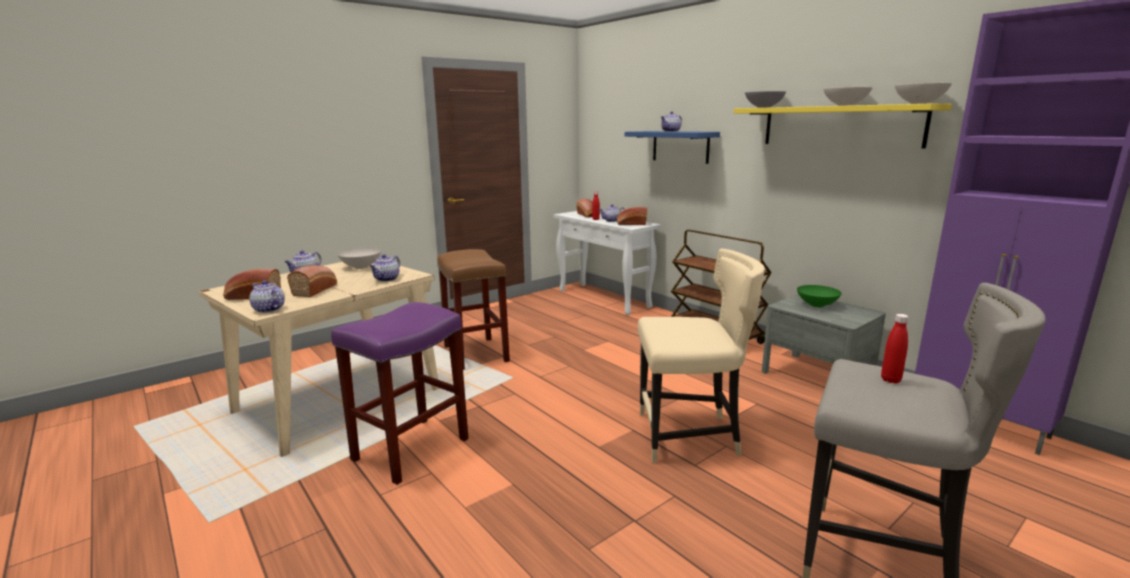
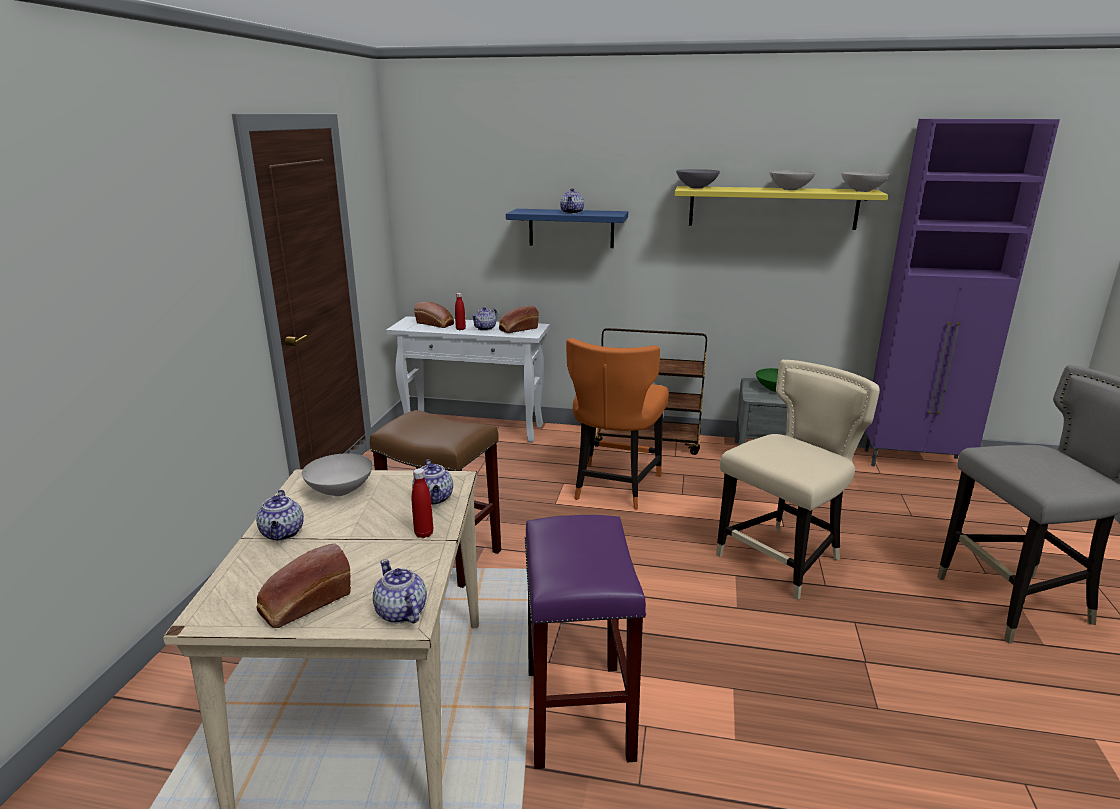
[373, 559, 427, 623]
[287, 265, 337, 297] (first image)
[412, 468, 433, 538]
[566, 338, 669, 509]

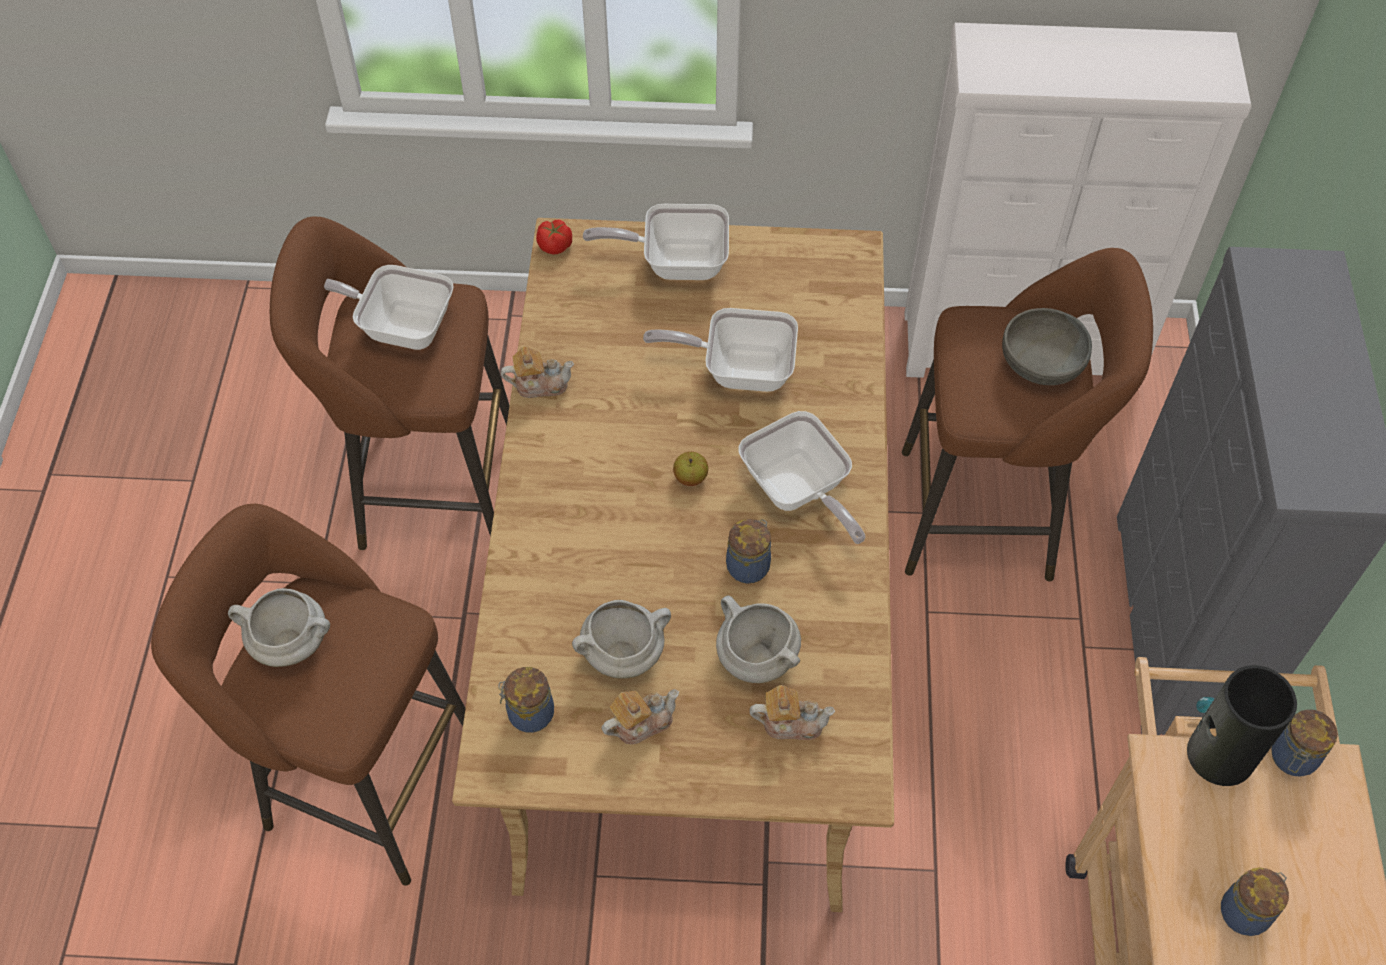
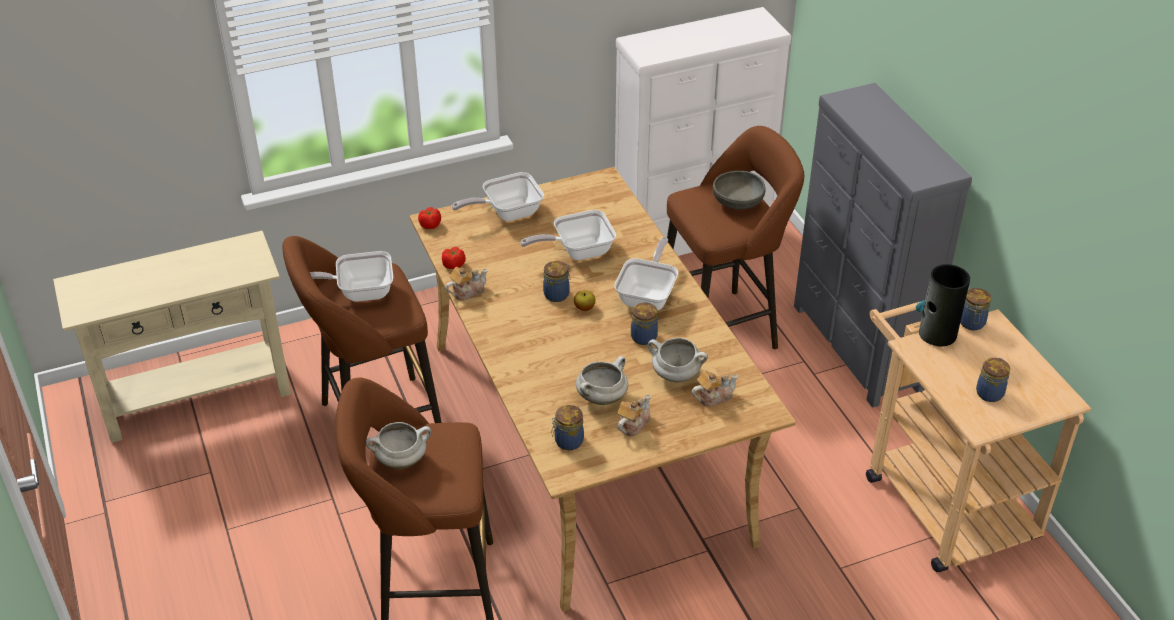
[614, 238, 678, 311]
[53, 231, 291, 443]
[442, 247, 465, 269]
[543, 261, 570, 302]

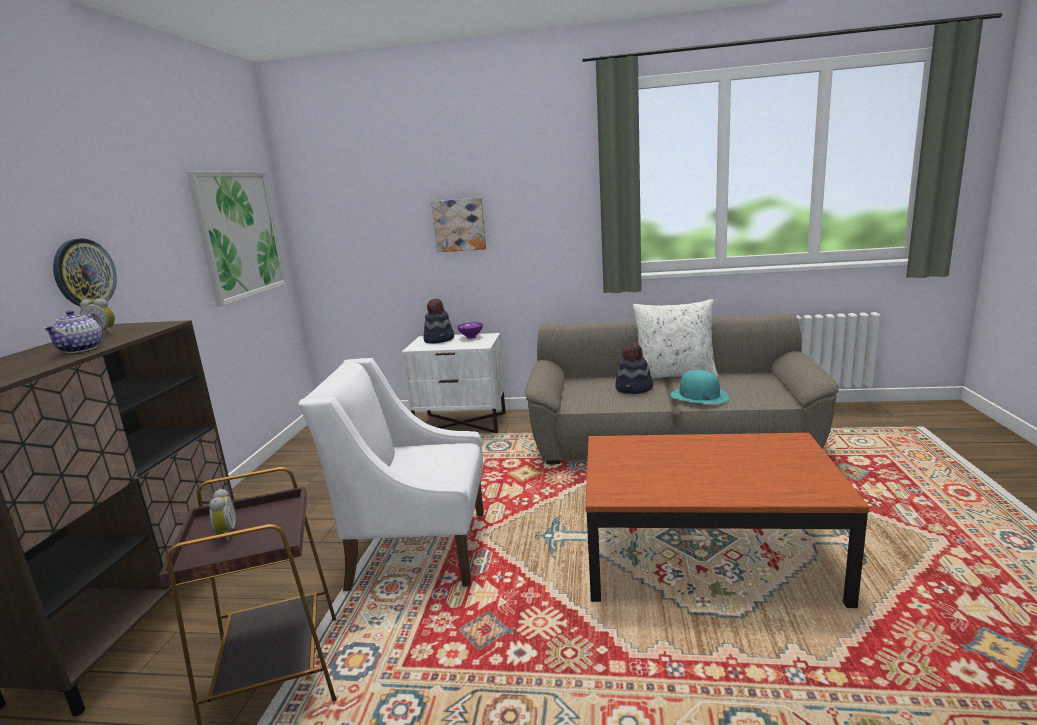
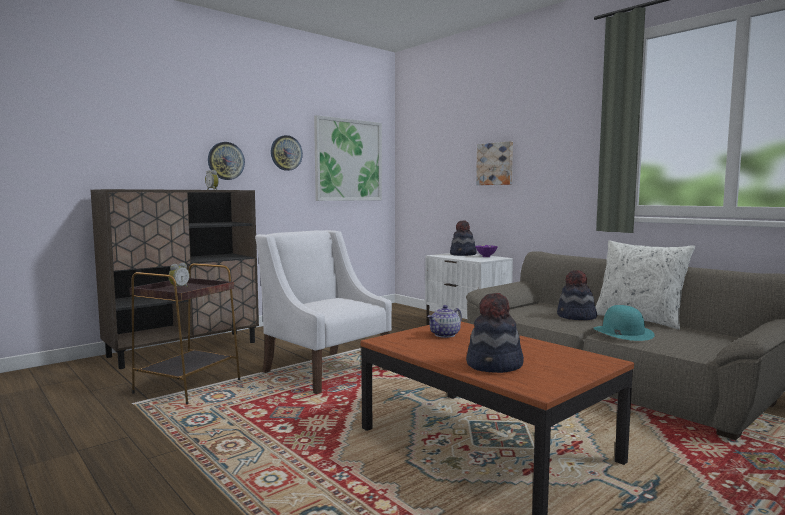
[427, 305, 462, 338]
[271, 135, 303, 171]
[466, 293, 524, 373]

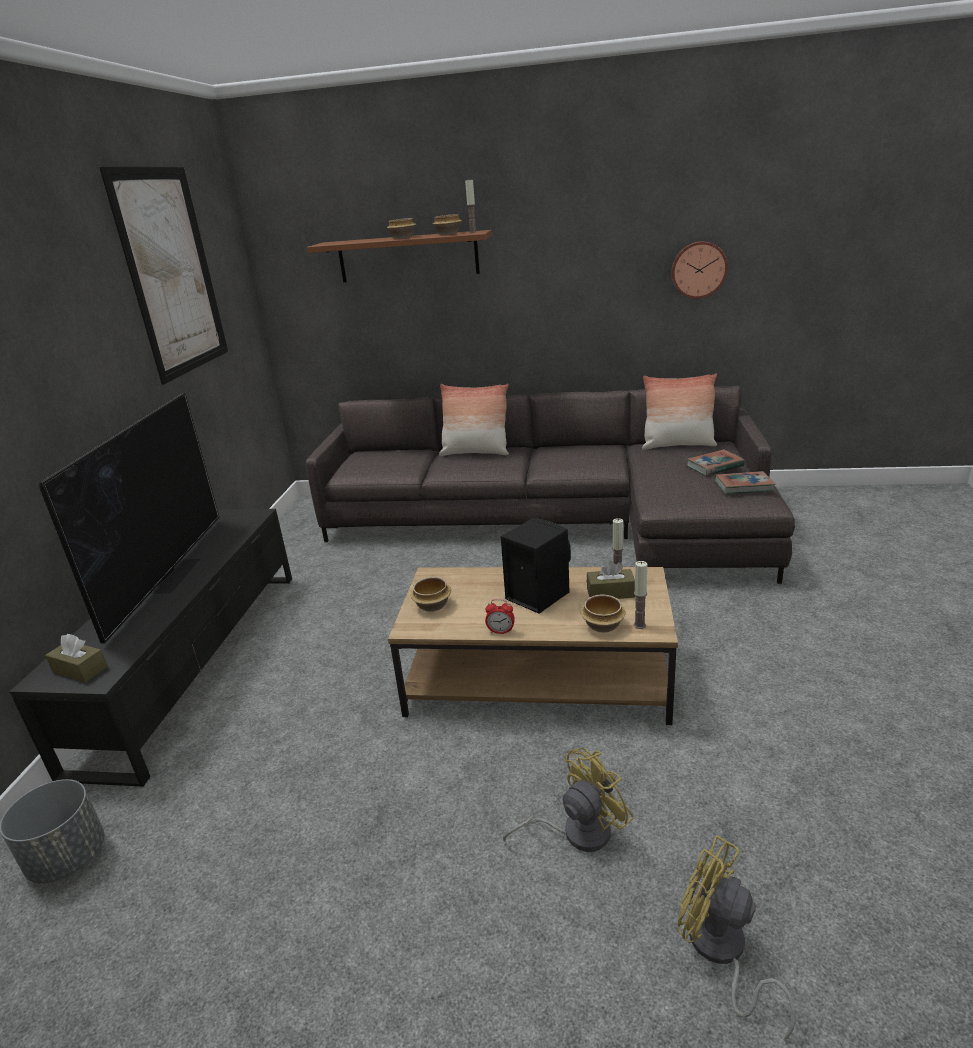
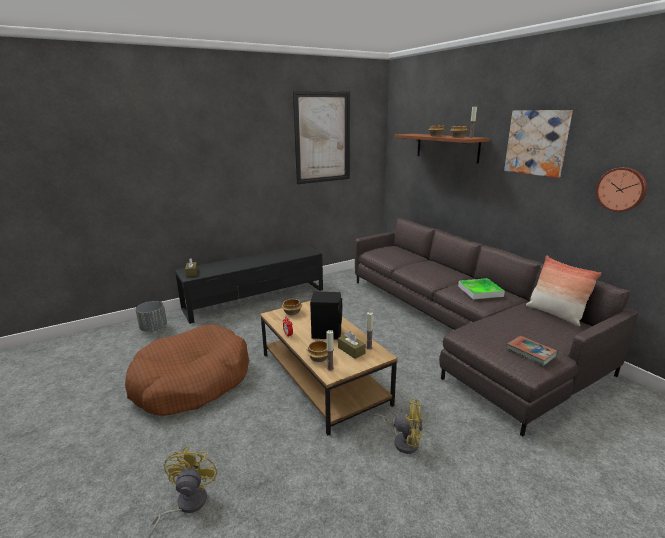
[39, 393, 219, 643] (first image)
[439, 384, 509, 456] (first image)
[372, 399, 423, 454]
[686, 449, 745, 476] (first image)
[125, 325, 249, 416]
[458, 278, 505, 300]
[504, 110, 573, 178]

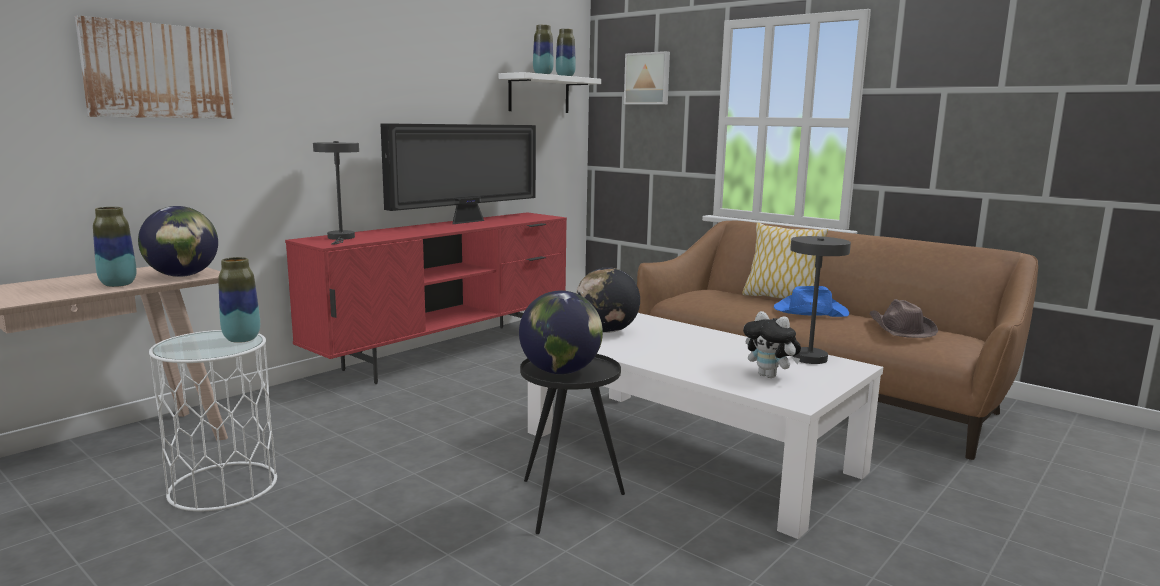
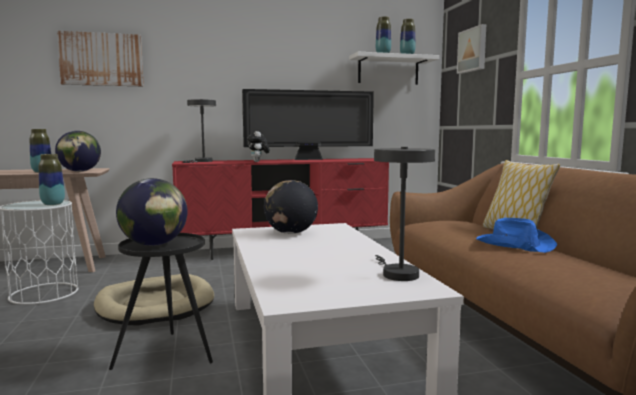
[247, 131, 270, 162]
[869, 299, 938, 338] (first image)
[94, 274, 214, 326]

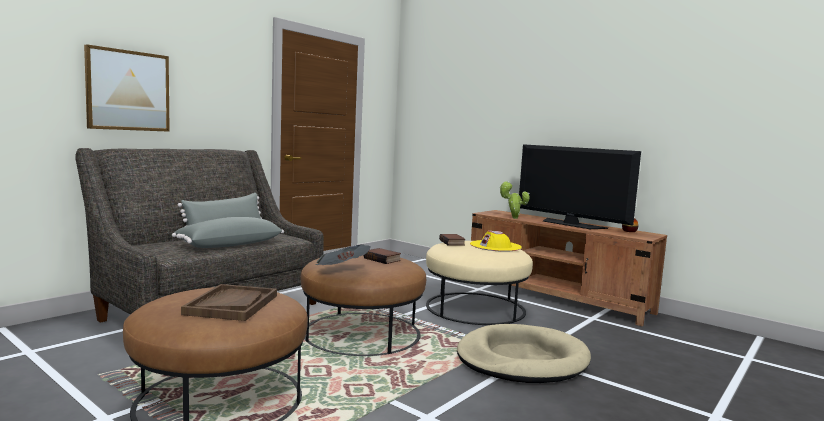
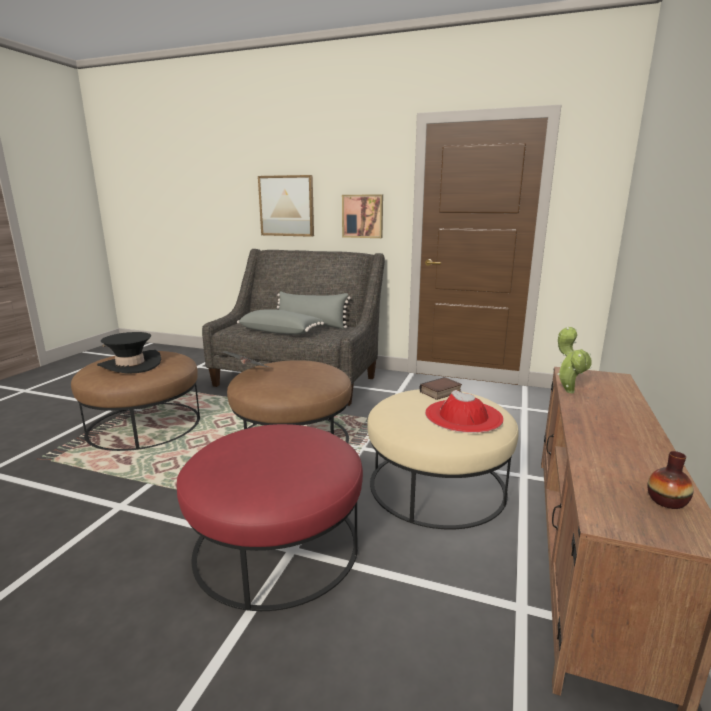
[97, 332, 161, 374]
[364, 248, 401, 264] (first image)
[177, 424, 363, 611]
[425, 390, 504, 433]
[519, 144, 641, 229] (first image)
[342, 195, 383, 238]

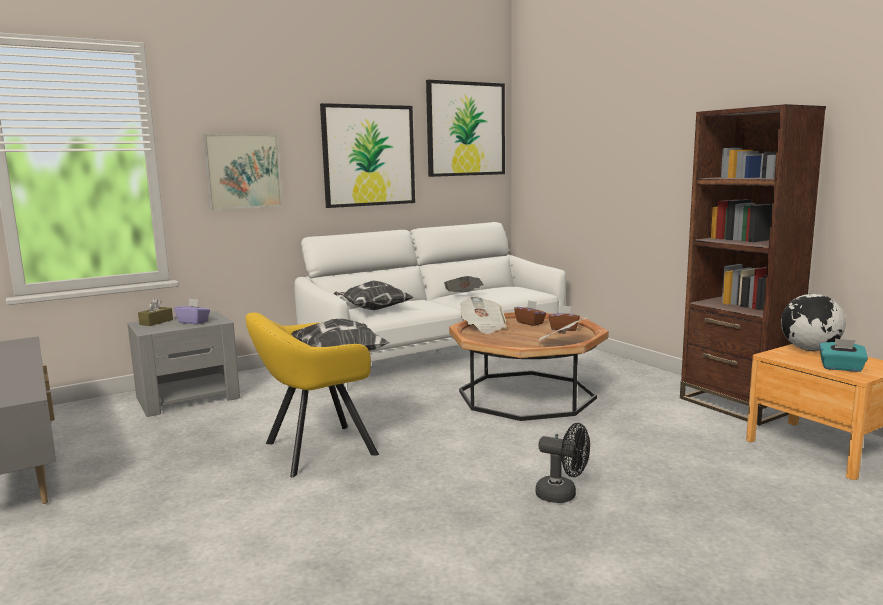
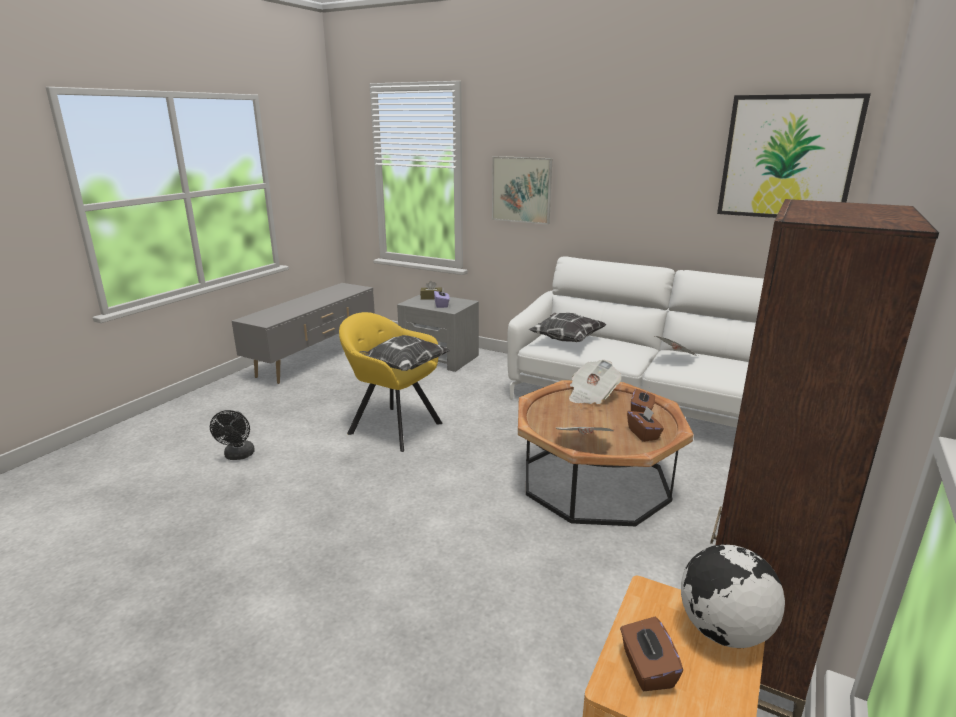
[320, 103, 415, 208] (first image)
[210, 410, 255, 460]
[620, 617, 683, 691]

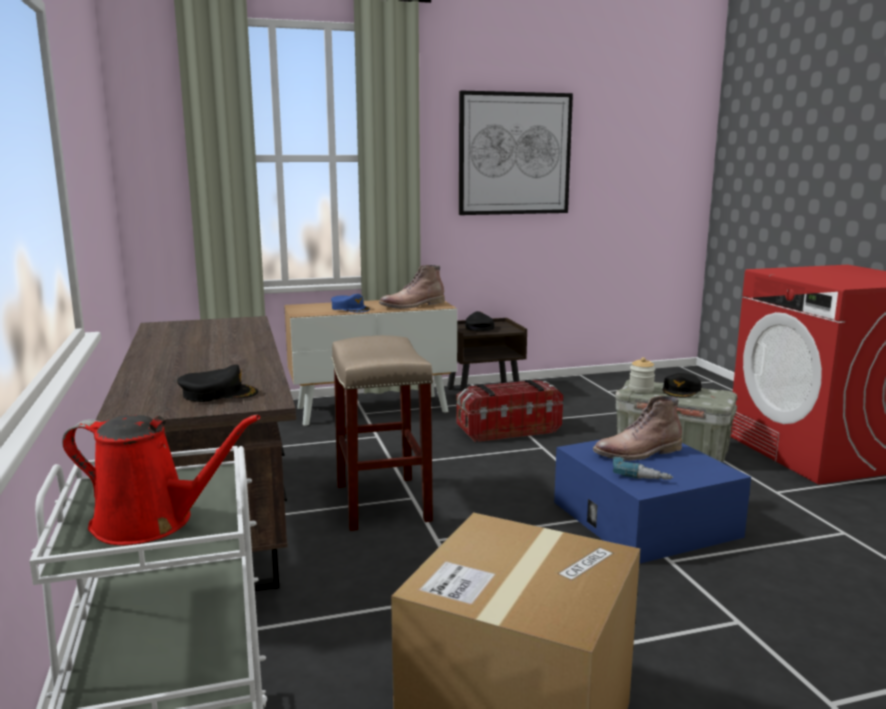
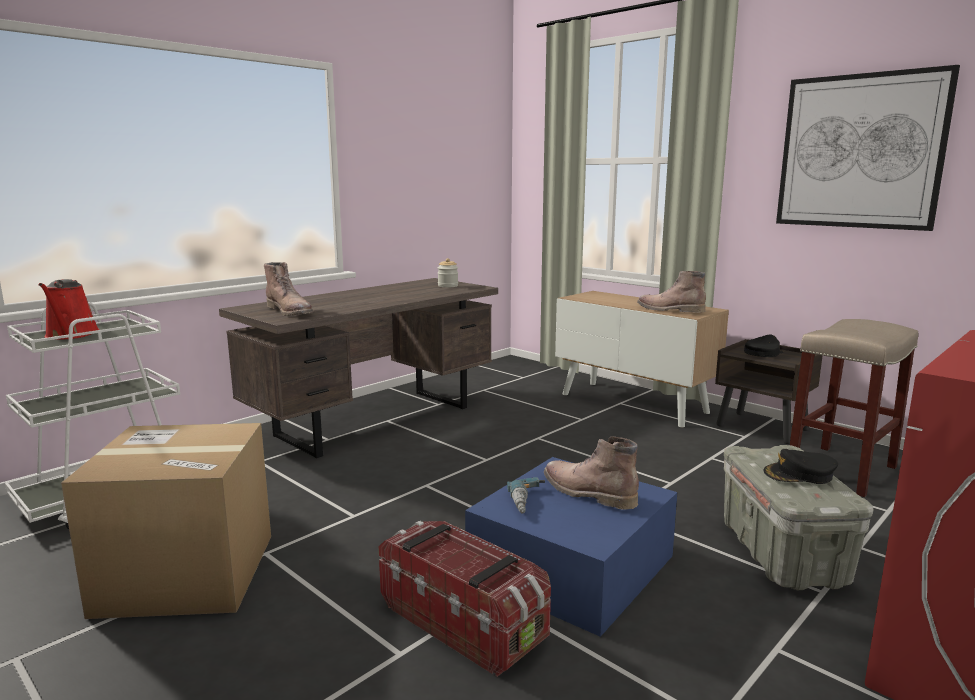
[264, 262, 314, 316]
[331, 294, 370, 313] (first image)
[790, 319, 918, 497]
[378, 521, 551, 677]
[438, 258, 458, 288]

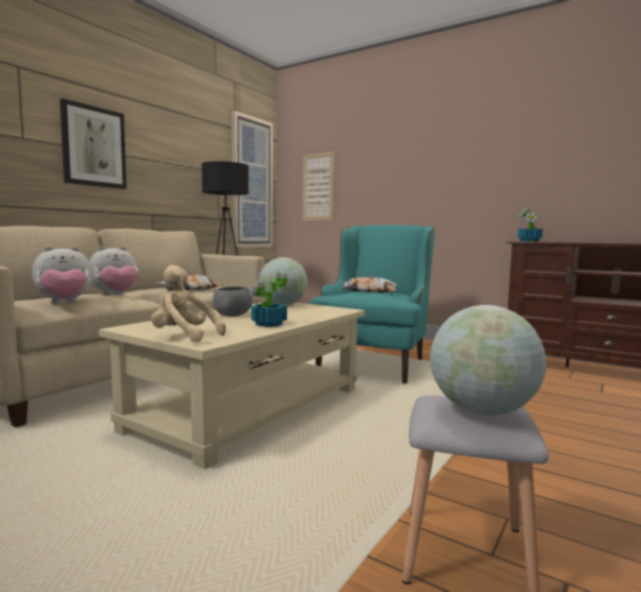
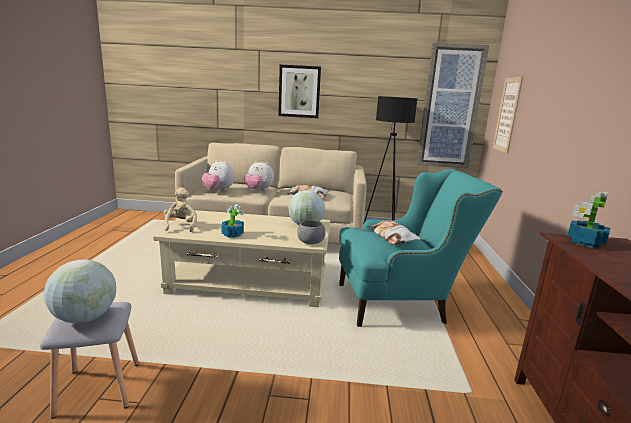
[297, 220, 325, 244]

